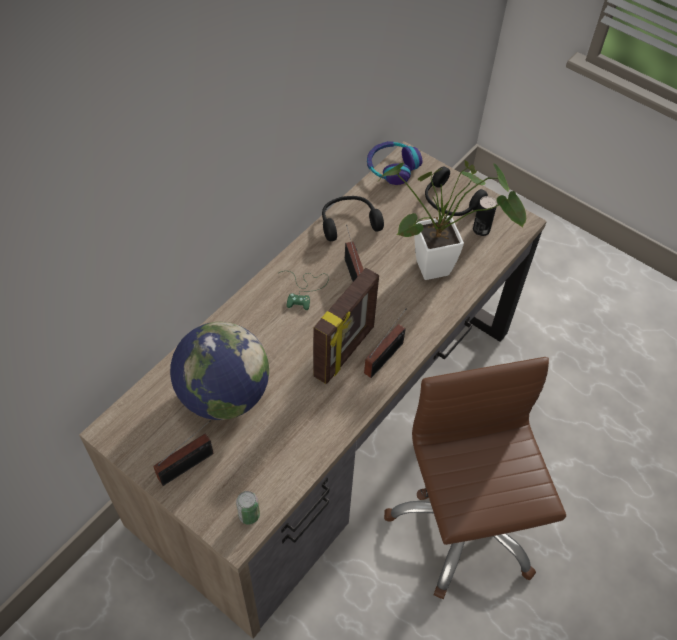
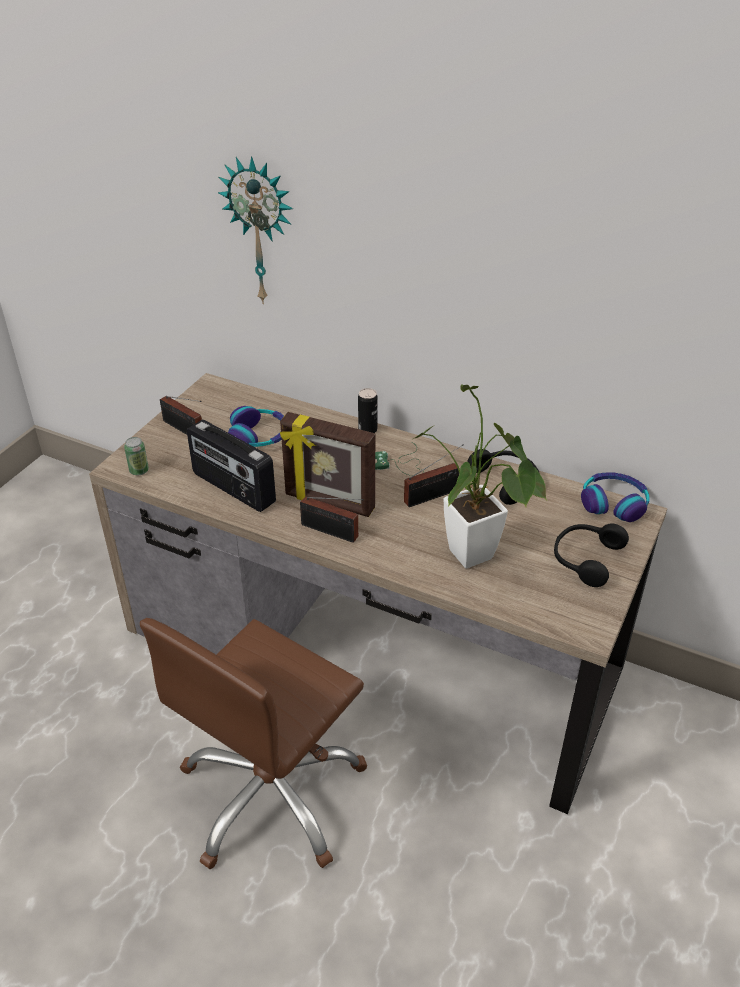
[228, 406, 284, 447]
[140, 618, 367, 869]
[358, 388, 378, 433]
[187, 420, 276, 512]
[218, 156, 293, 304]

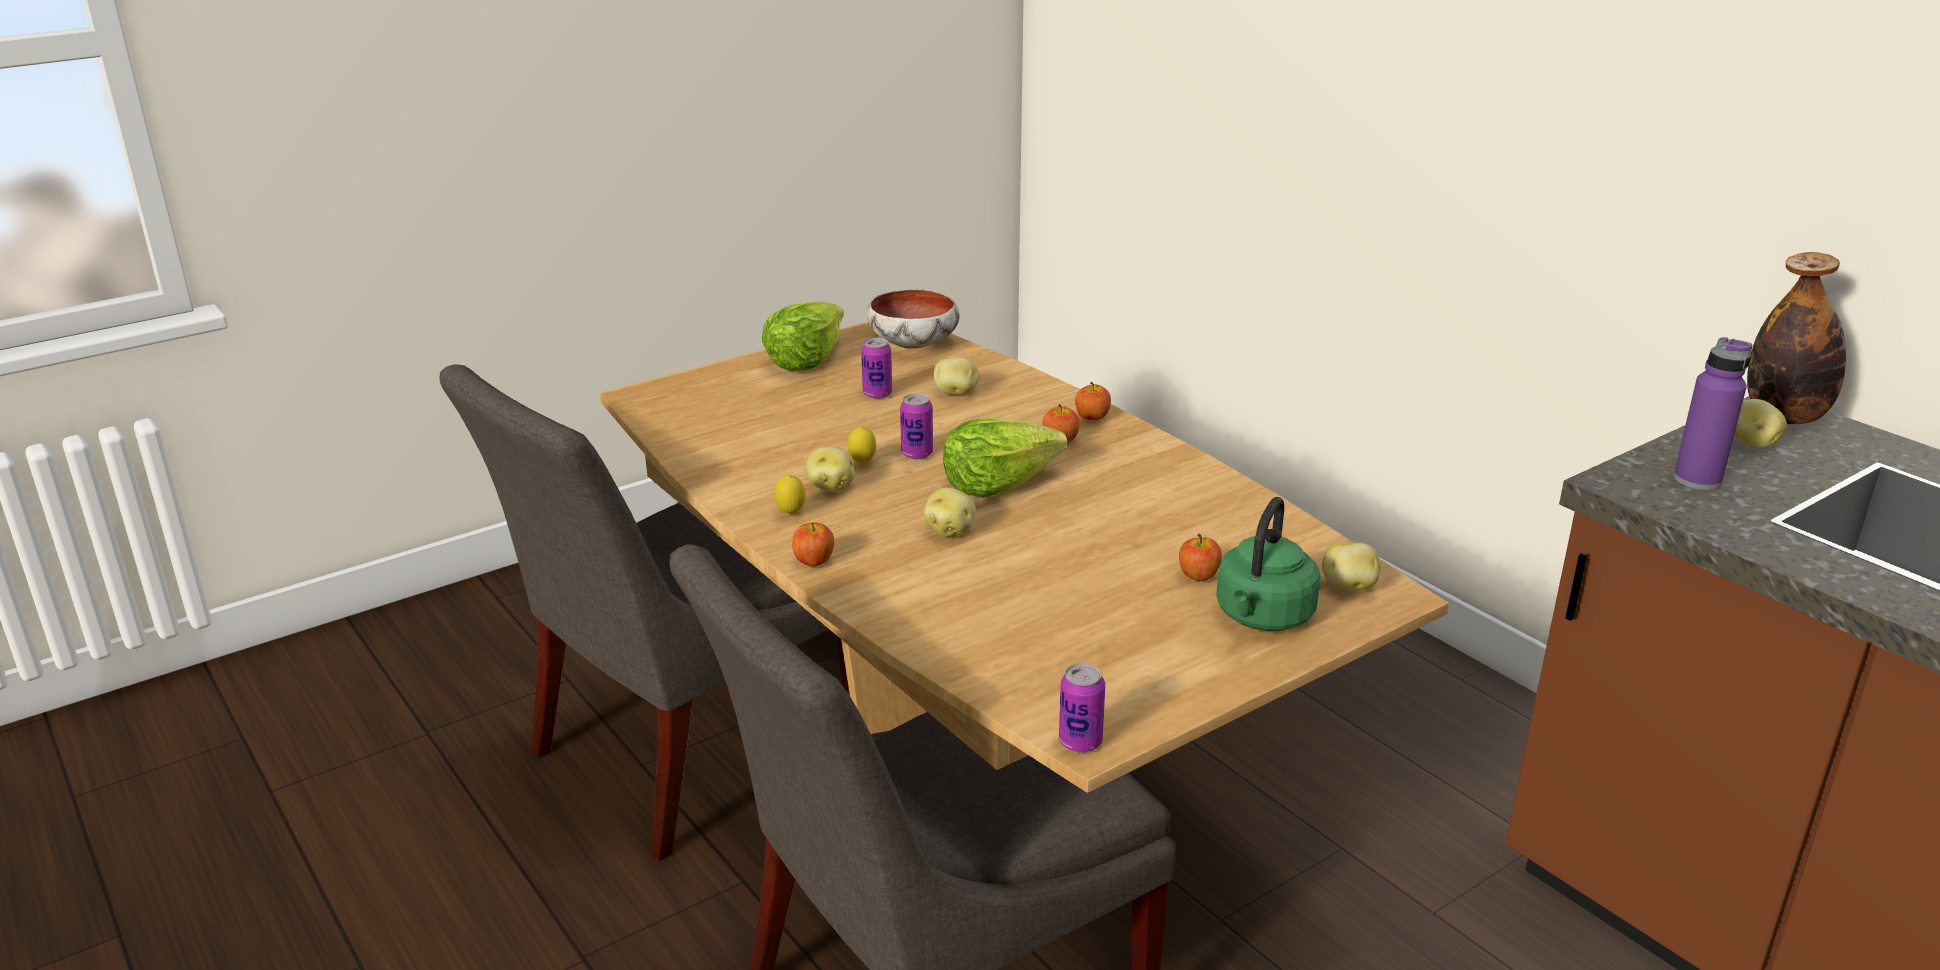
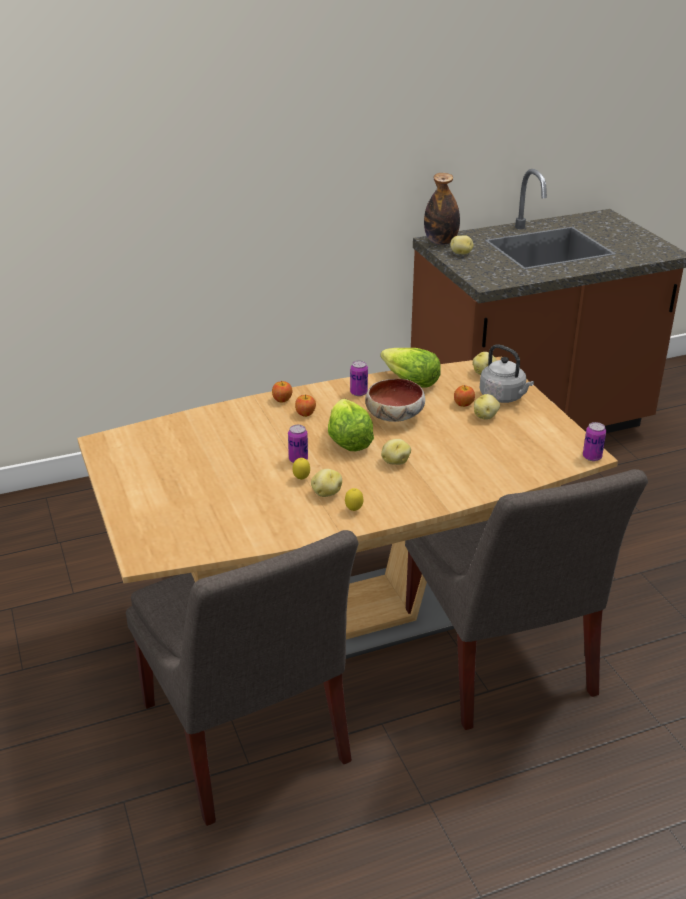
[380, 348, 441, 388]
[792, 522, 834, 567] (first image)
[350, 361, 368, 396]
[365, 379, 425, 422]
[474, 394, 500, 420]
[480, 344, 534, 403]
[1673, 337, 1752, 490] (first image)

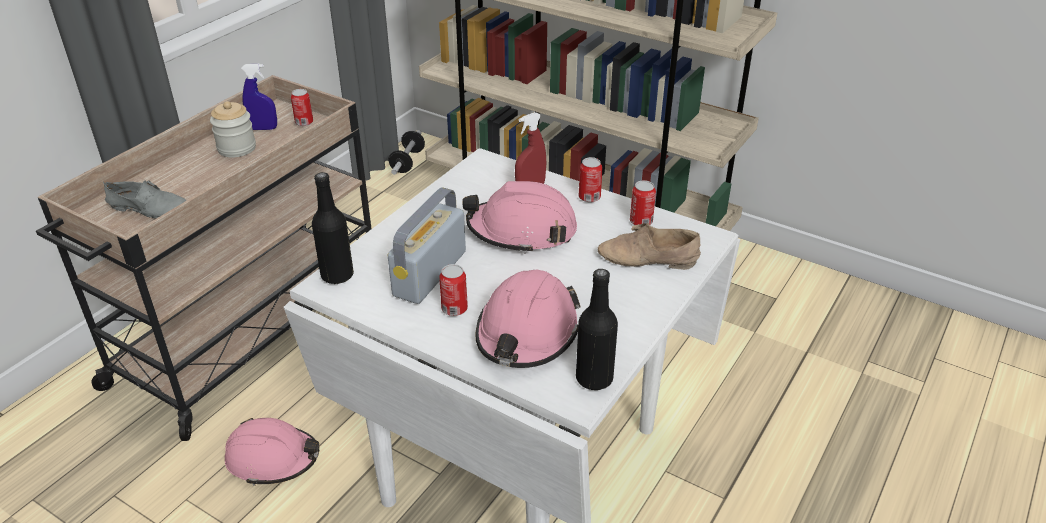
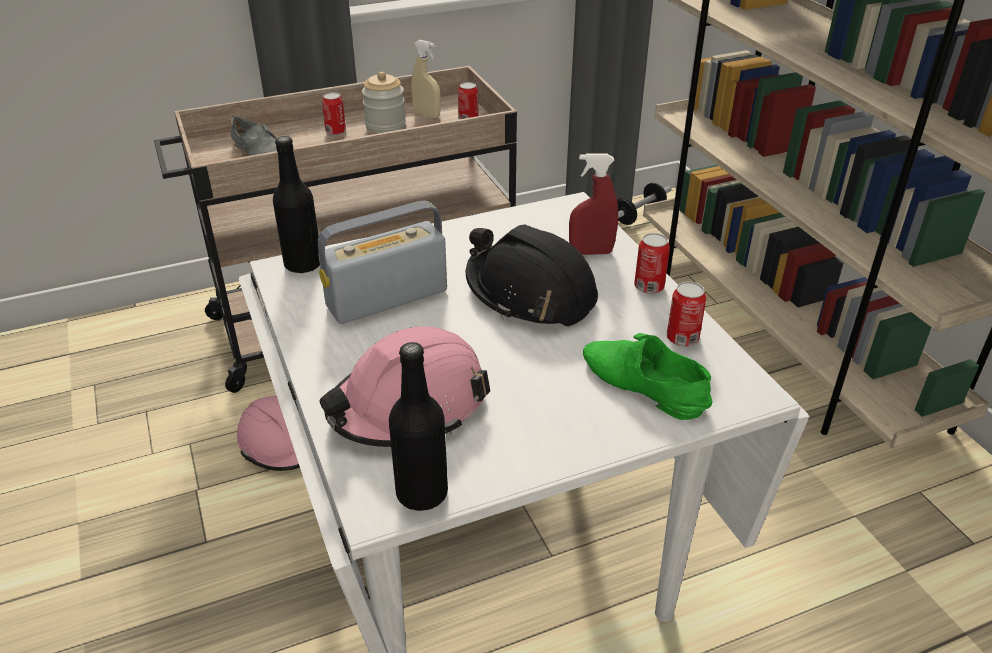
[411, 40, 441, 118]
[322, 92, 346, 135]
[466, 224, 598, 326]
[583, 333, 713, 420]

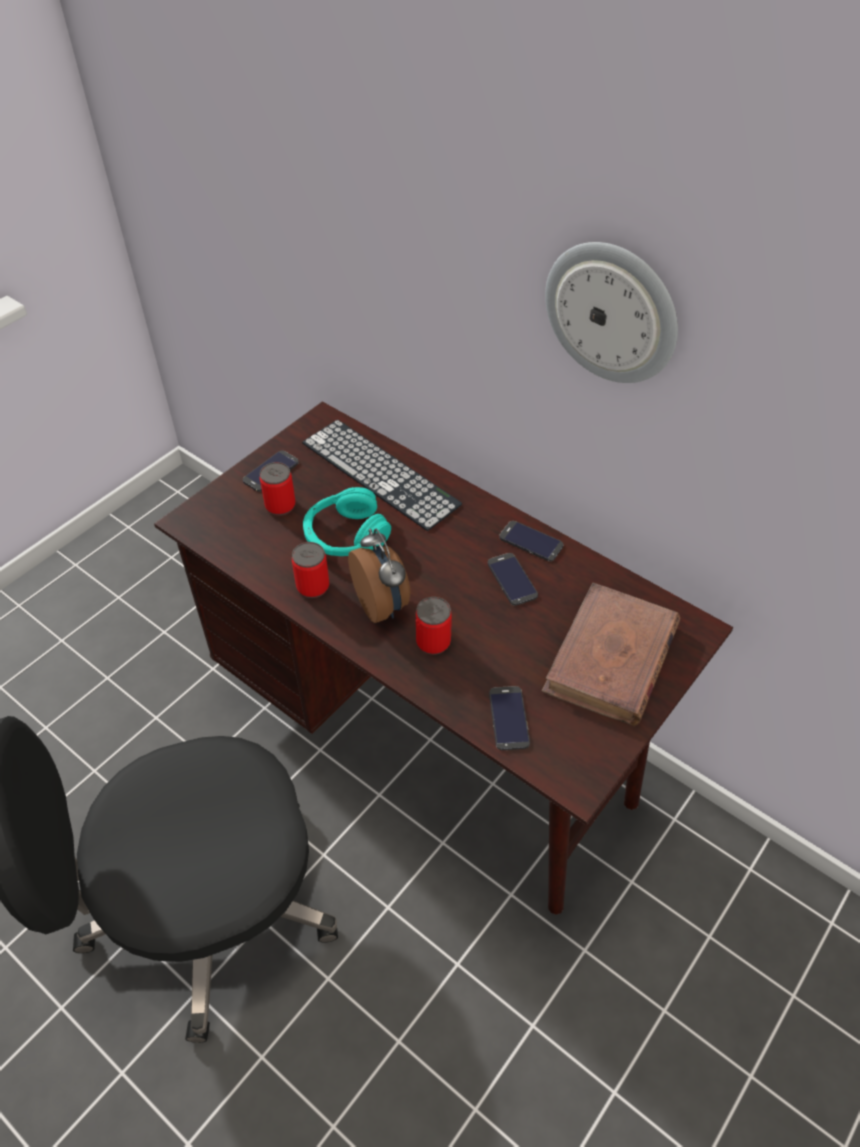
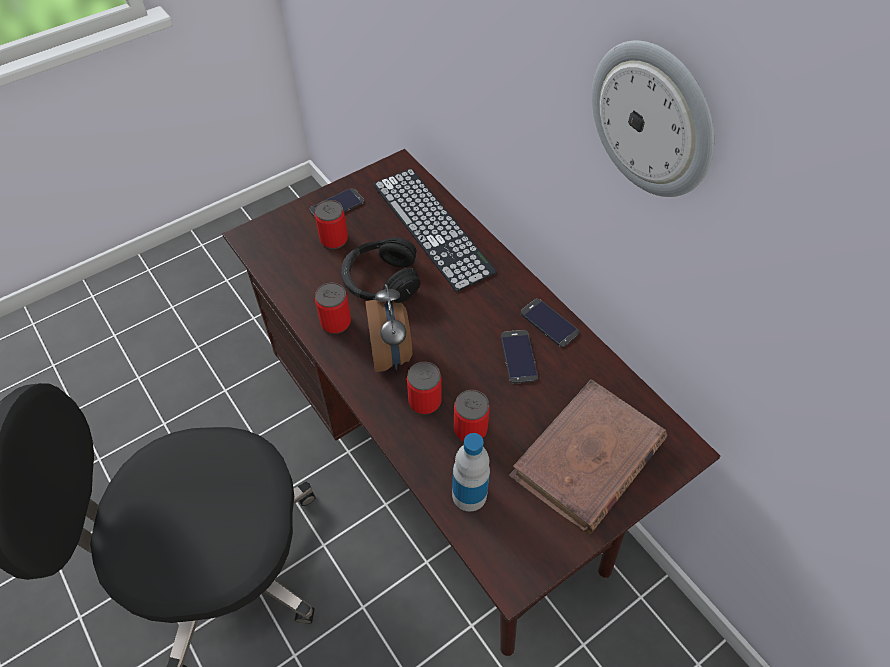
[341, 237, 420, 303]
[452, 433, 490, 512]
[454, 390, 490, 441]

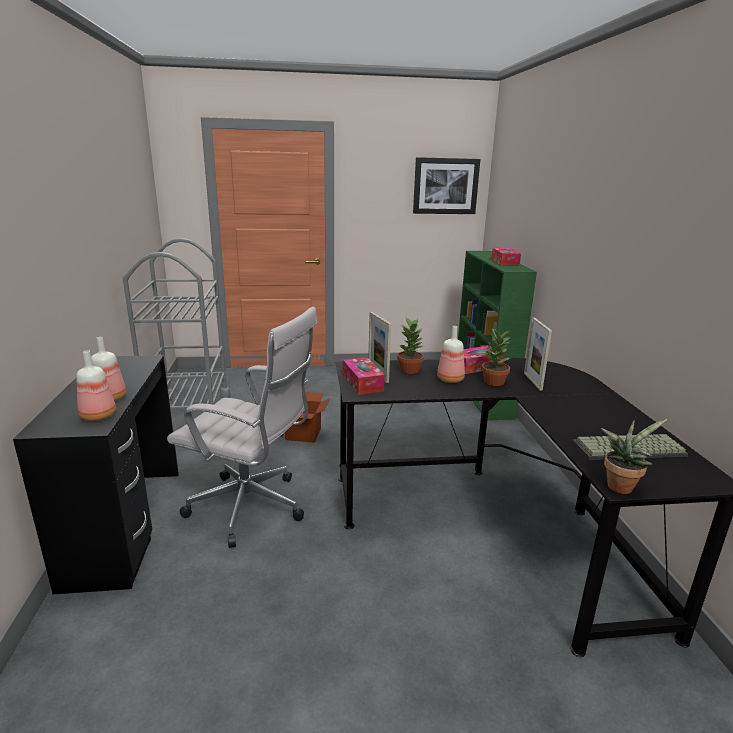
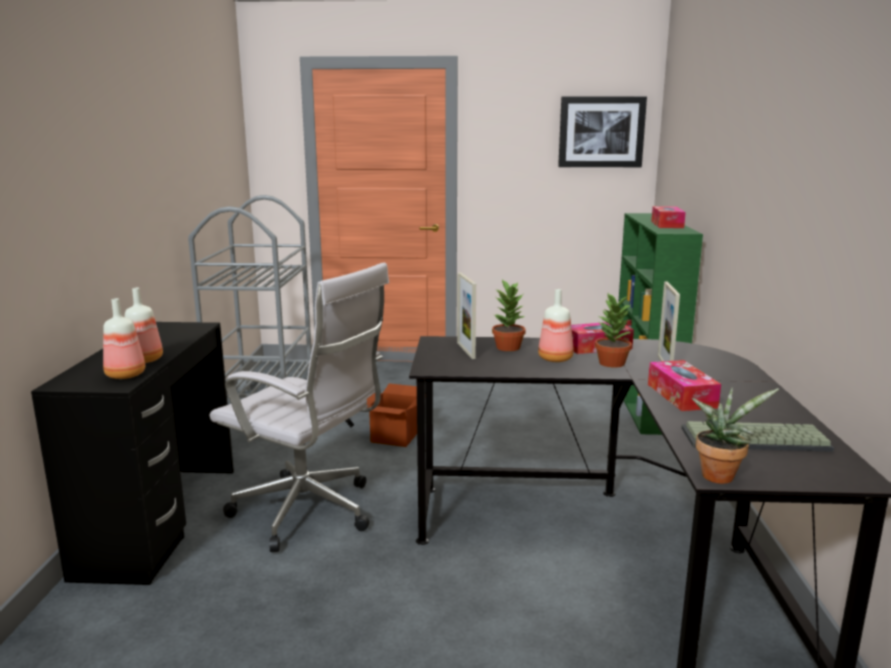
[648, 360, 721, 411]

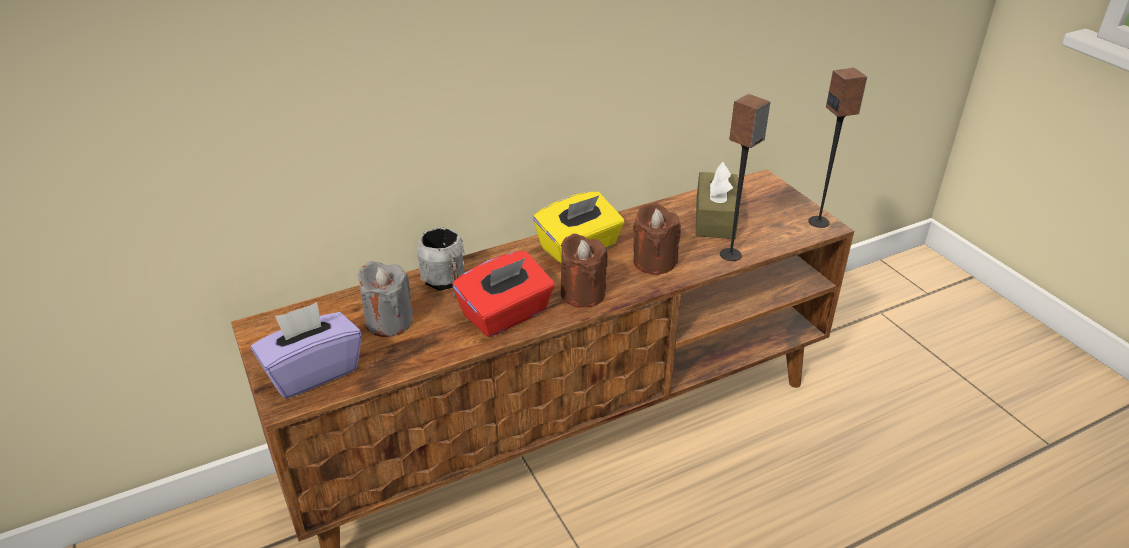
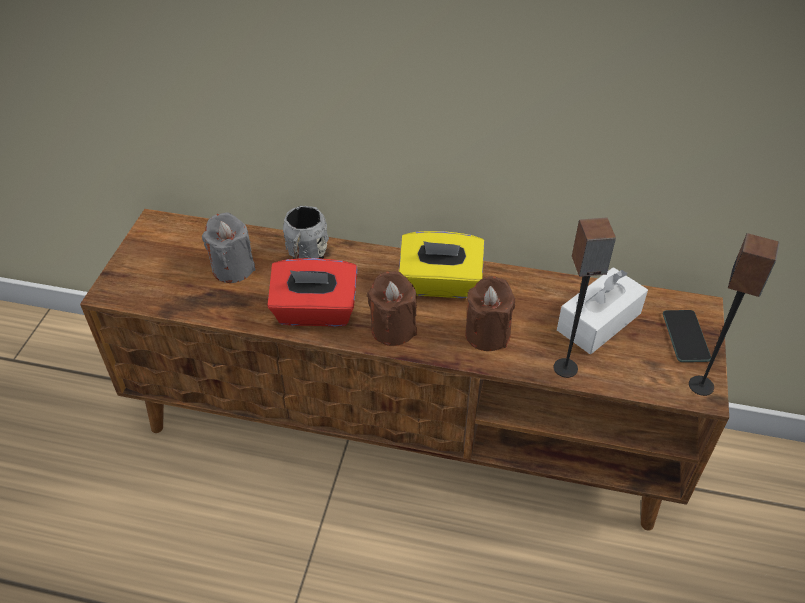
[251, 302, 362, 399] (first image)
[557, 267, 648, 354]
[663, 310, 711, 362]

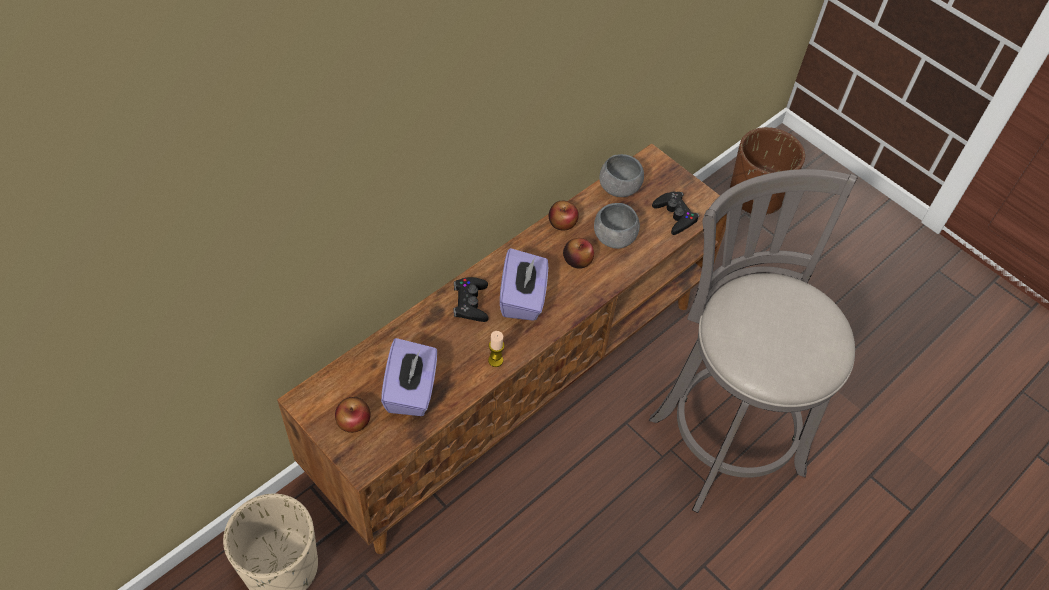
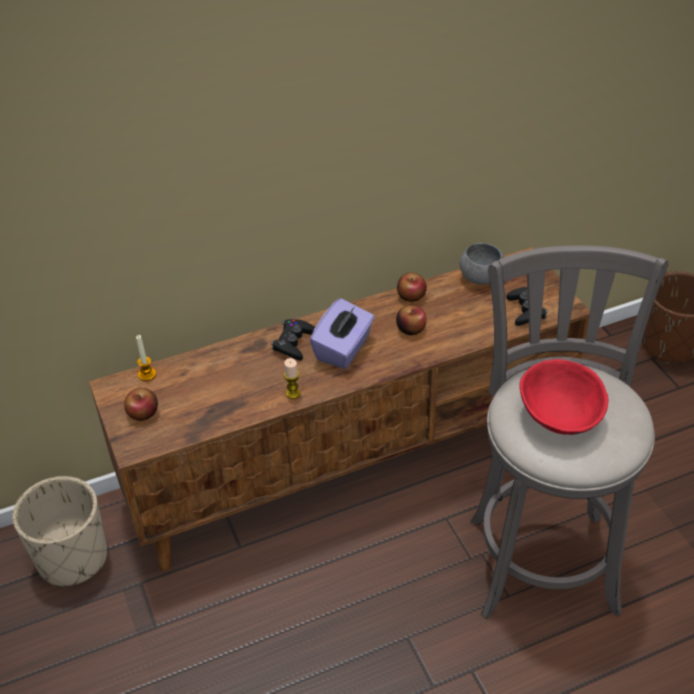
[381, 338, 437, 416] (first image)
[594, 203, 640, 249] (first image)
[136, 335, 156, 381]
[519, 359, 608, 435]

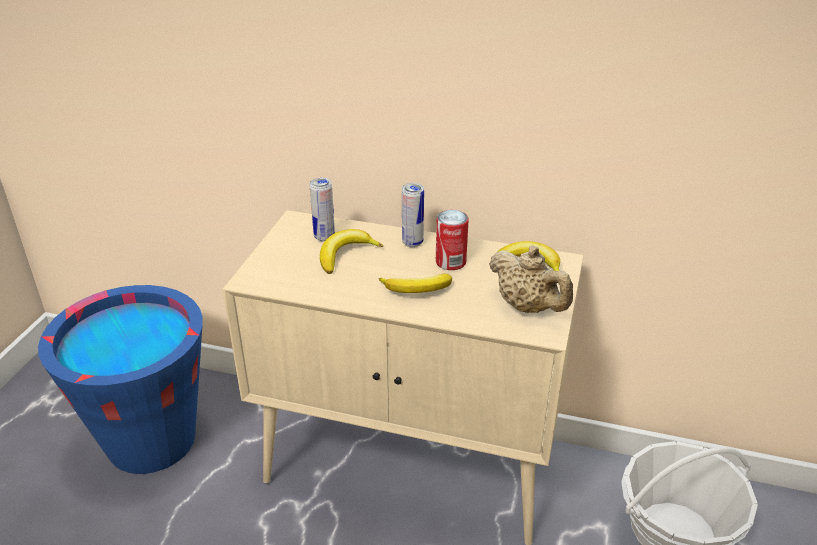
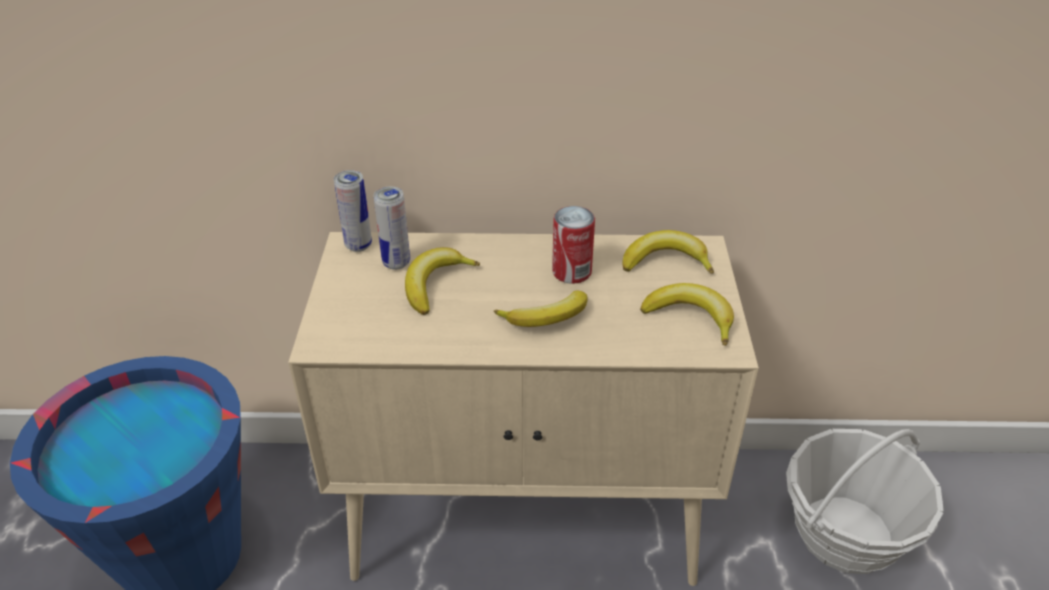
[334, 170, 372, 252]
[640, 283, 734, 346]

